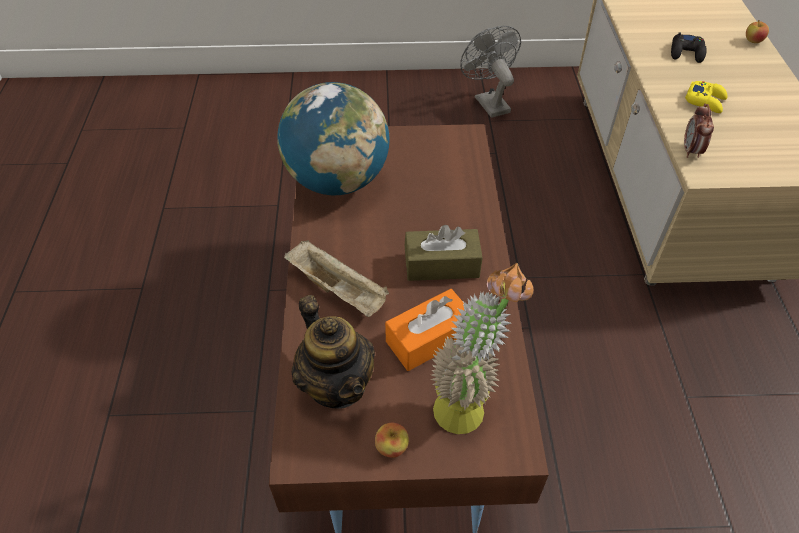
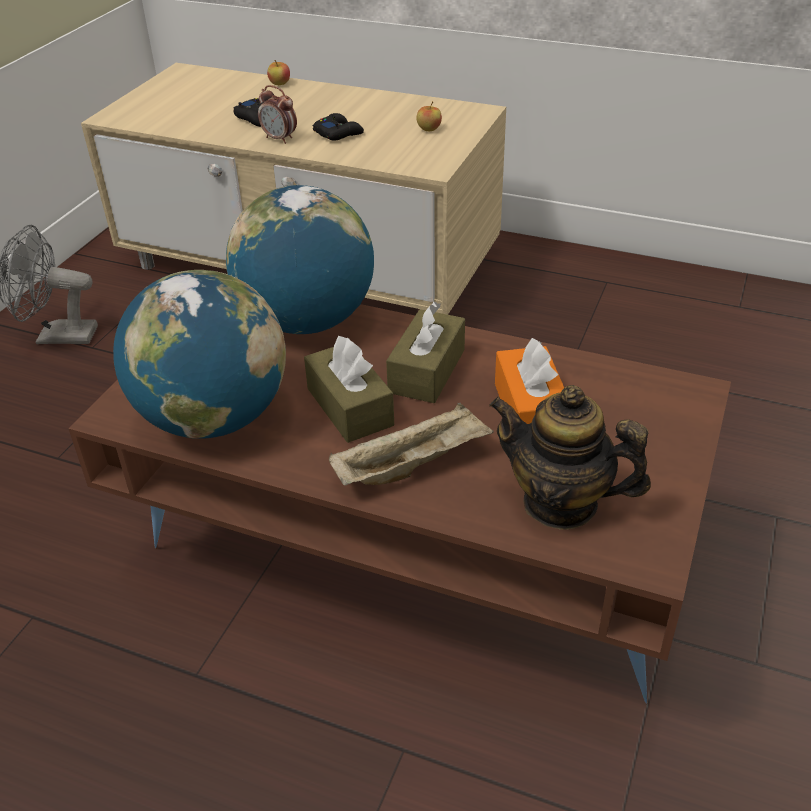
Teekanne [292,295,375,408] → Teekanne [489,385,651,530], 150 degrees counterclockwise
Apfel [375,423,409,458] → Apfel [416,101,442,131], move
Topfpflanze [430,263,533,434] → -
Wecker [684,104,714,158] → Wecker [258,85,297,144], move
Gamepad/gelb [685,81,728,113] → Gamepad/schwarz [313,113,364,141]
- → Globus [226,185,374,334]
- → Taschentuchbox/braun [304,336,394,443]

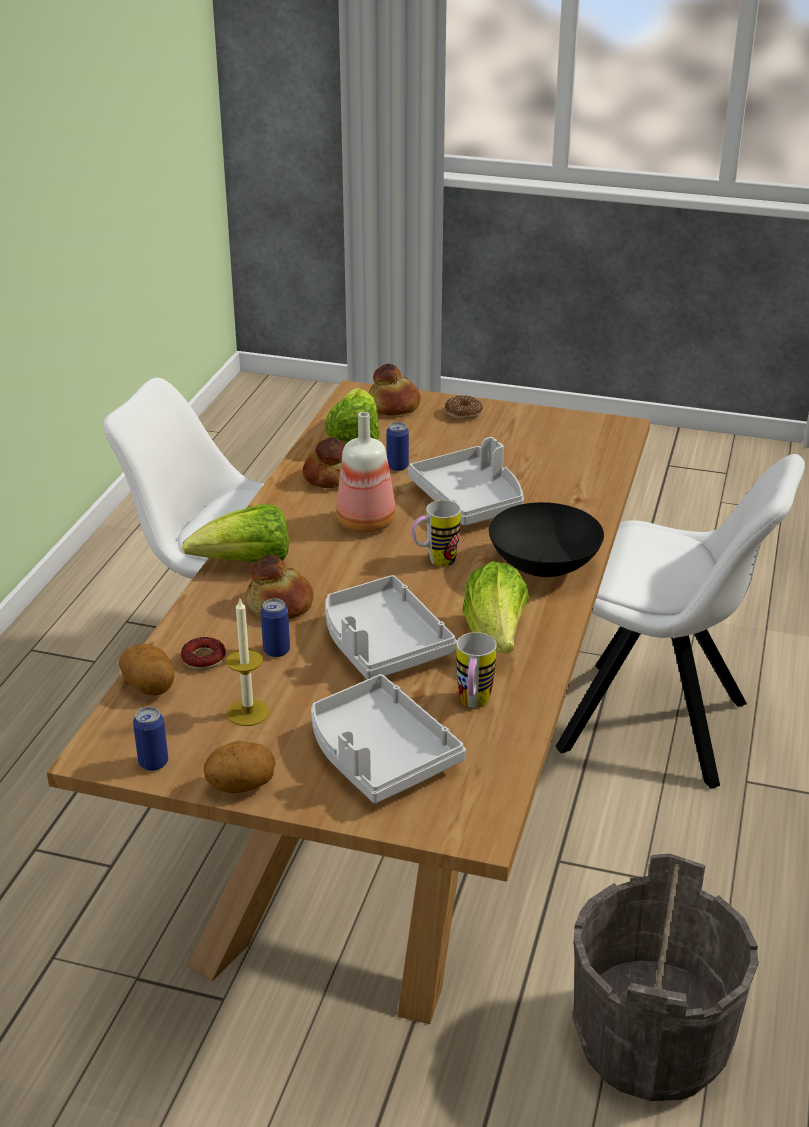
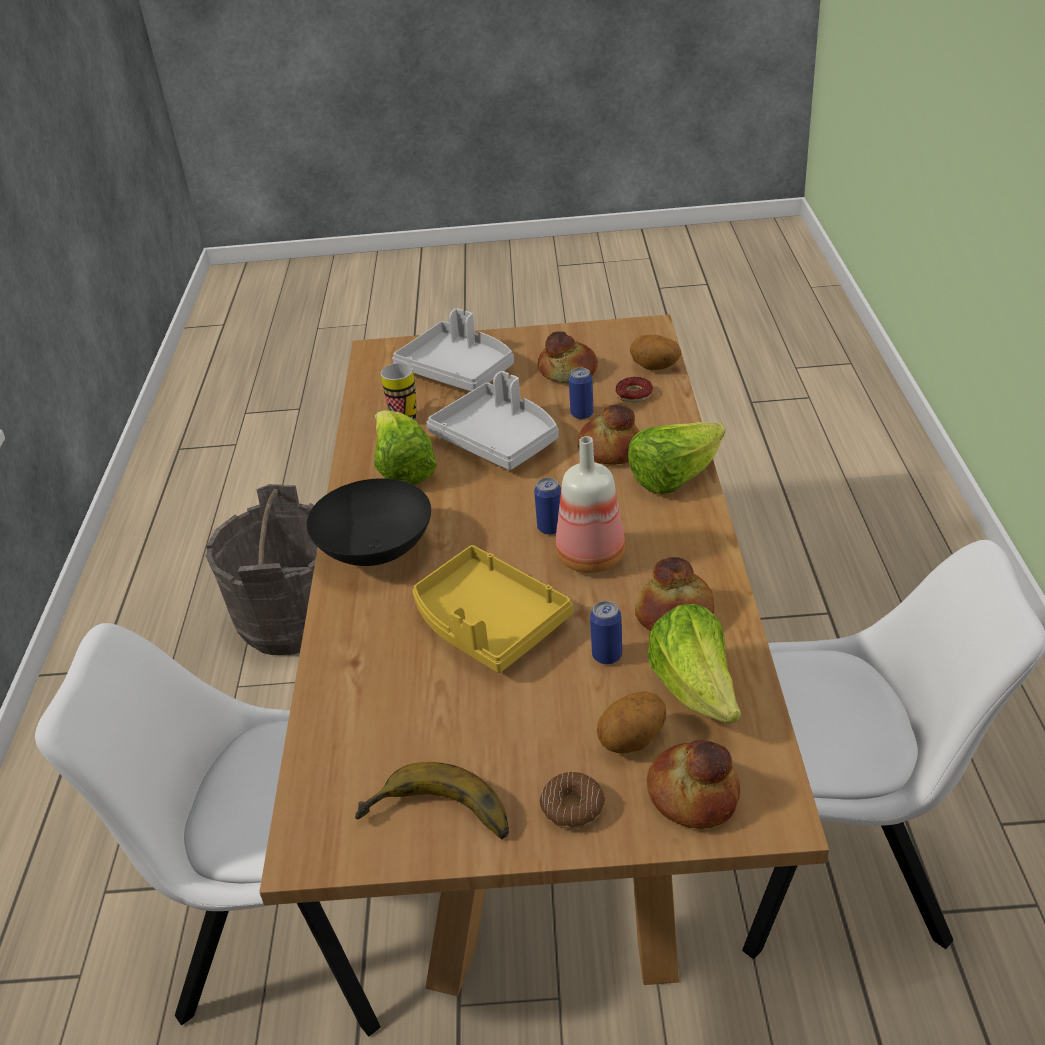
Dose [133,707,168,771] → Dose [534,477,561,535], move
Kartoffel [204,741,276,794] → Kartoffel [597,691,666,753], move
Kerze [226,599,270,726] → Brot [538,331,598,383]
Tablett/grau [408,437,524,526] → Tablett/gelb [412,545,573,673]
Henkelbecher [412,500,461,566] → -
- → Banane [355,762,509,839]

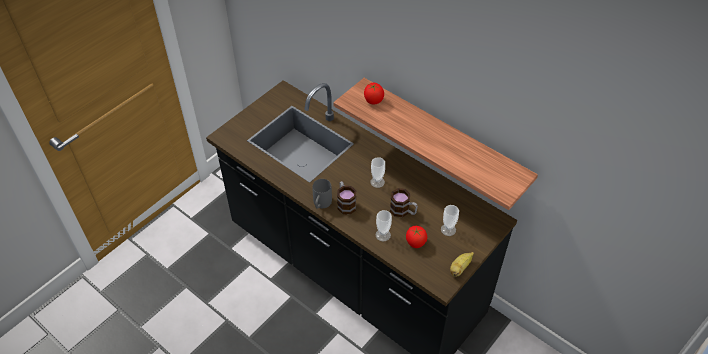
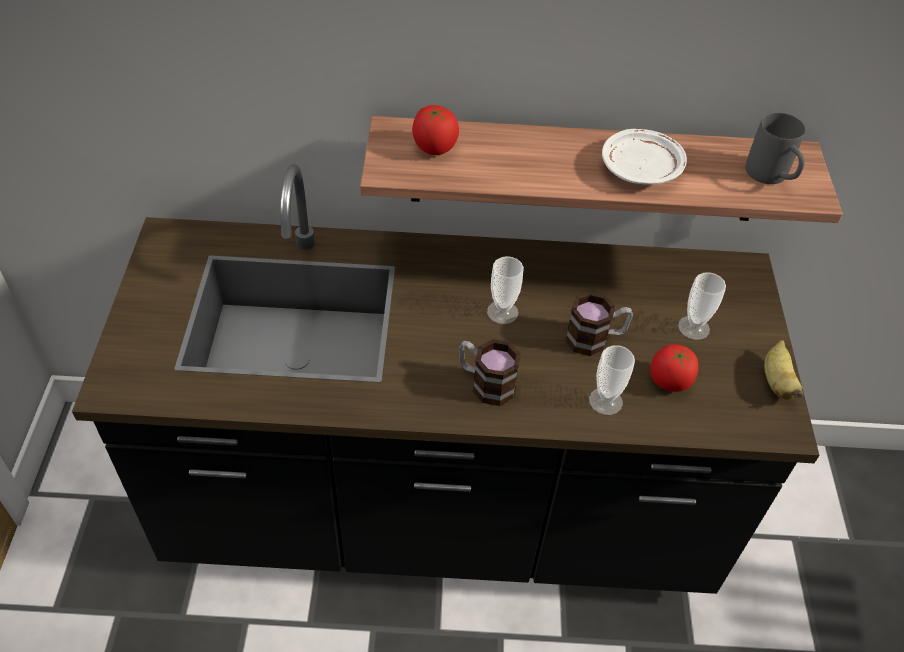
Henkelbecher/grau [312,179,332,209] → Henkelbecher/grau [745,113,805,184], move
- → Teller/weiß [602,129,687,185]

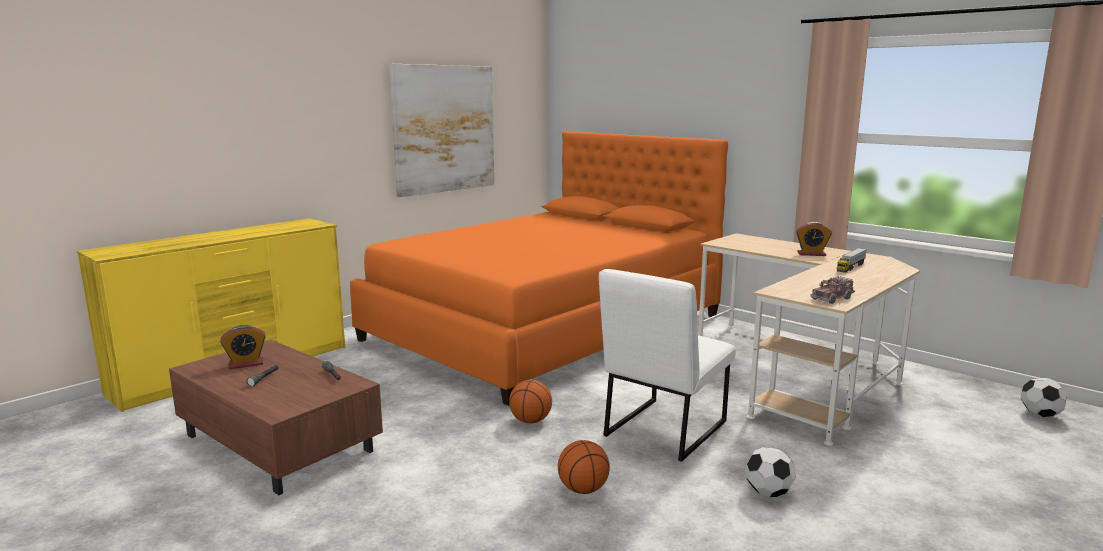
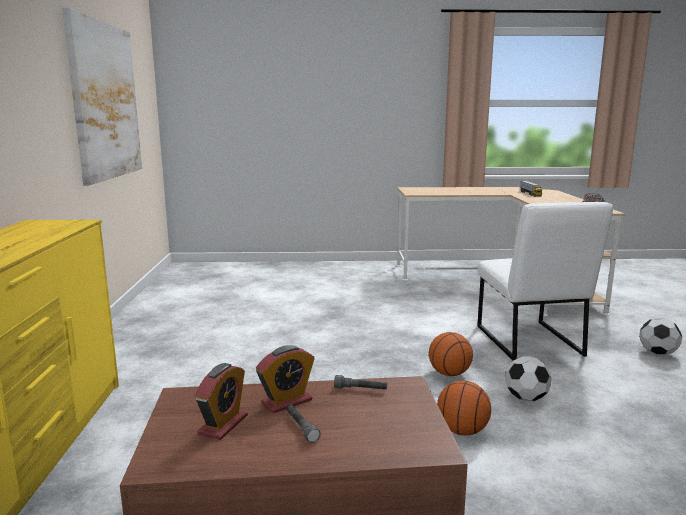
Bett/orange [350,131,728,406] → -
Basketball [558,440,610,494] → Basketball [437,380,491,436], move
Wecker [796,222,832,256] → Wecker [256,345,314,413], move
Fußball [1021,378,1067,417] → Fußball [505,356,552,401], move

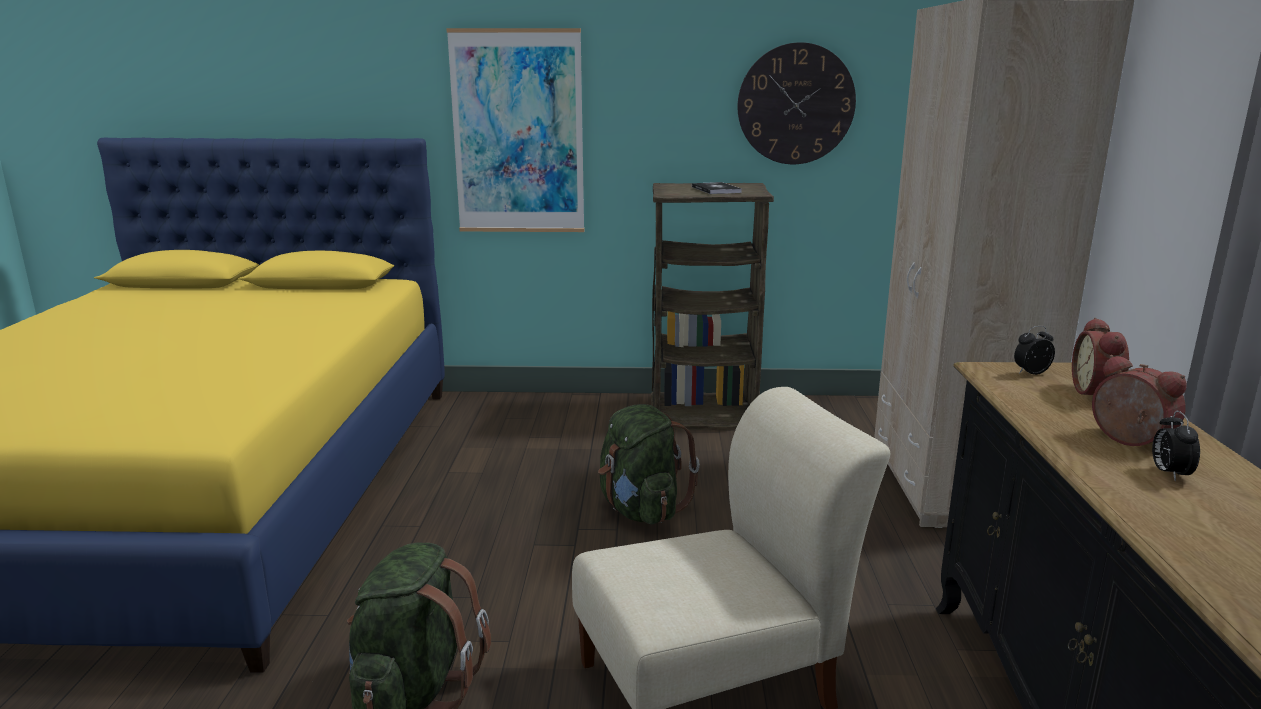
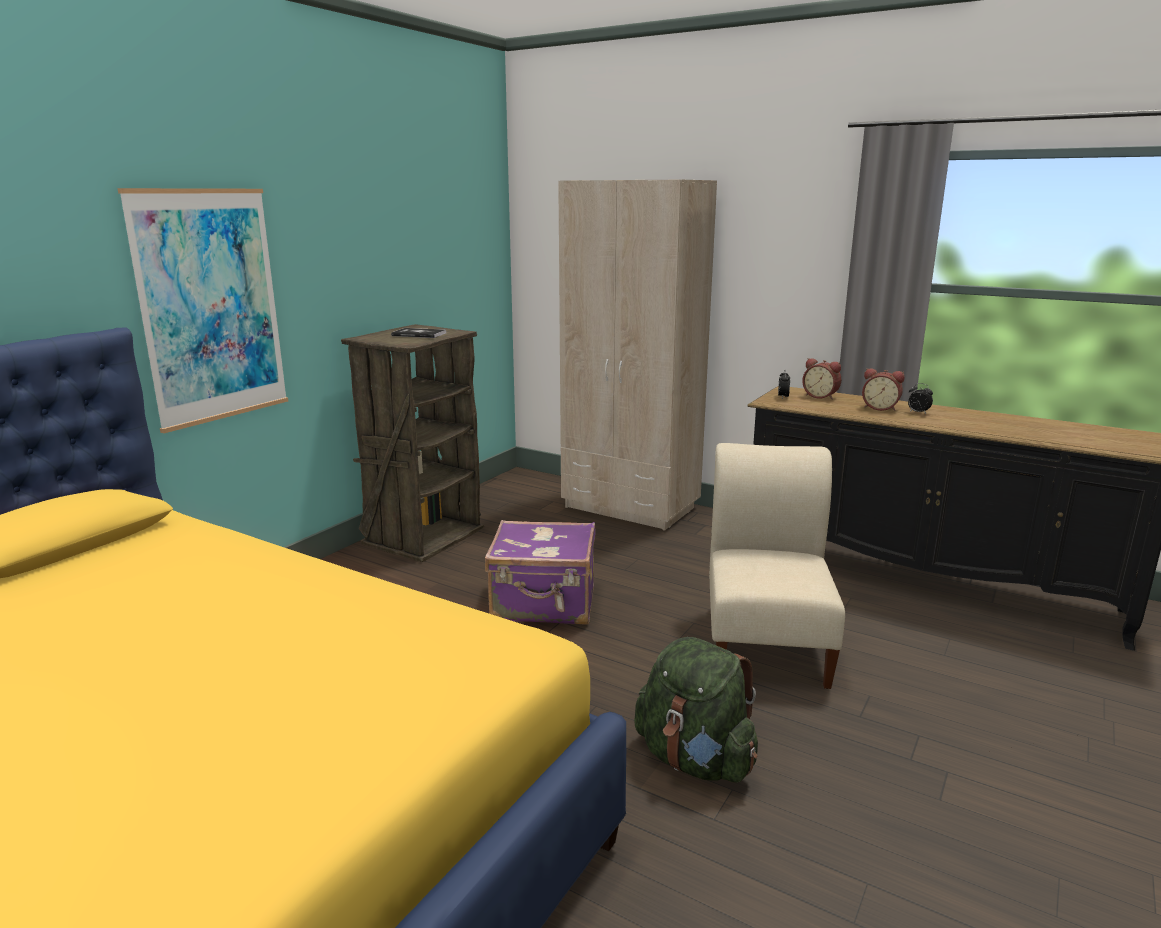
Rucksack/grün [598,404,700,525] → Koffer/lila [485,520,596,625]
Wanduhr [737,42,856,164] → -
Wecker [1092,355,1187,446] → Wecker [862,368,905,411], 150 degrees counterclockwise

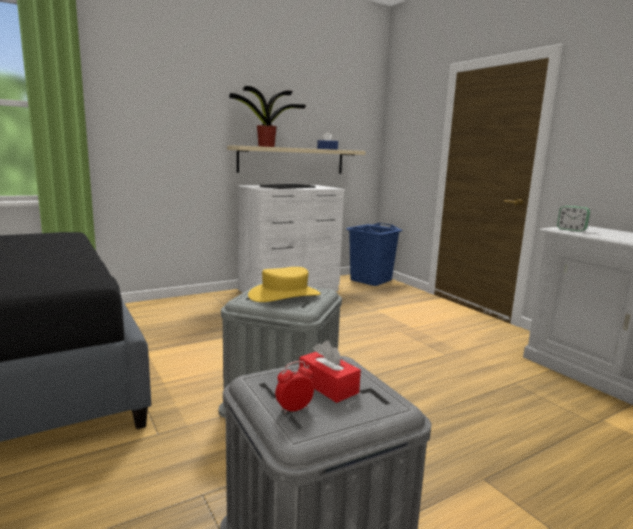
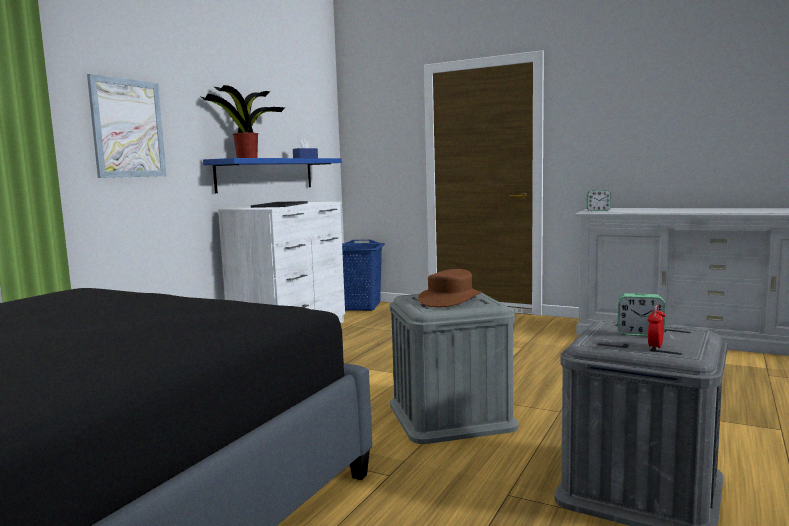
Wandregal/beige [227,145,366,174] → Wandregal/blau [203,158,342,193]
Hut/gelb [248,267,321,302] → Hut/braun [418,269,482,307]
Taschentuchbox/rot [299,340,361,403] → Wecker [618,293,665,336]
- → Bild [87,74,166,178]

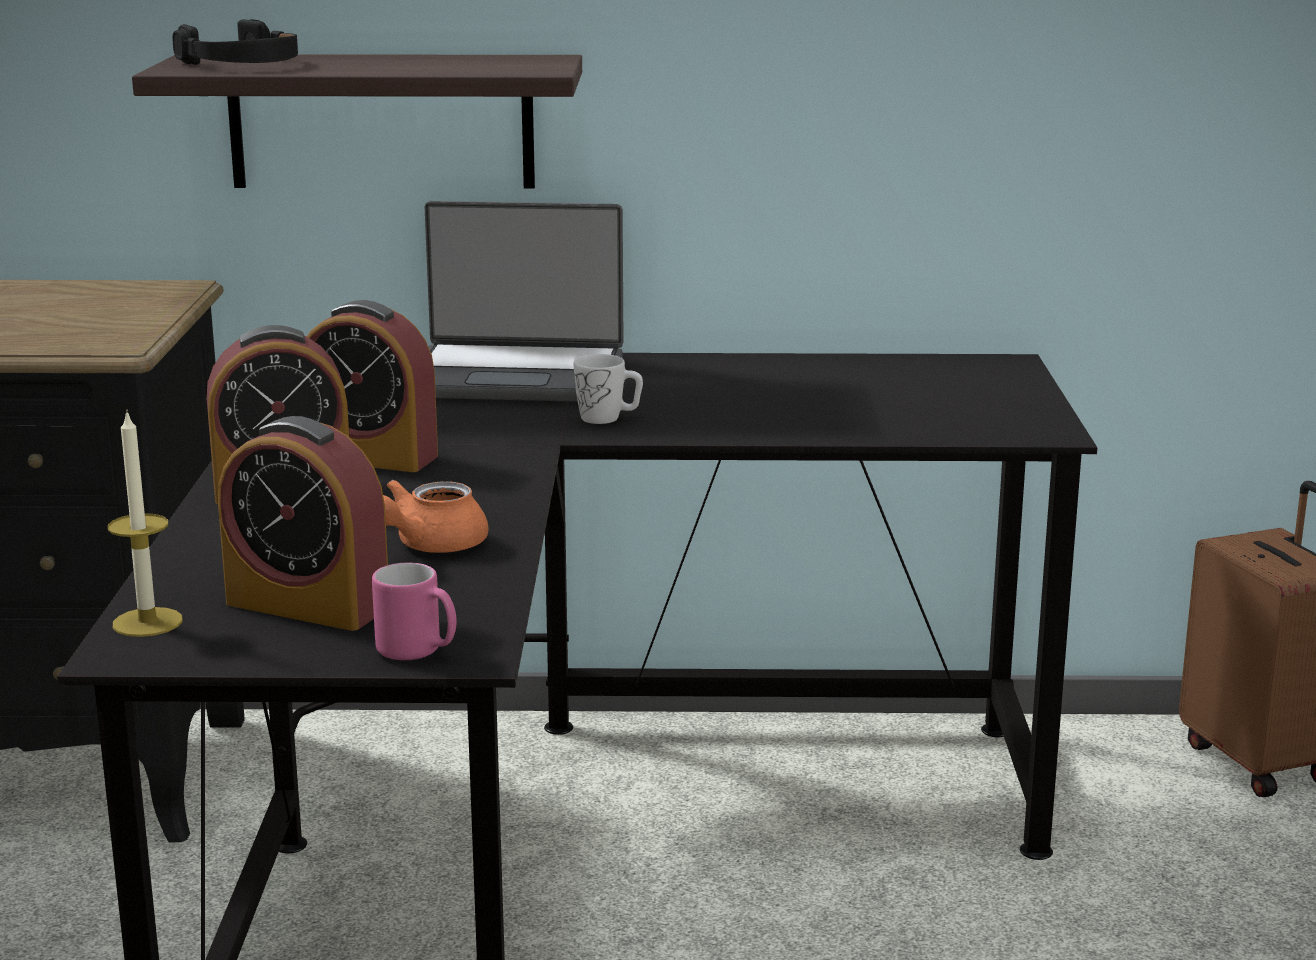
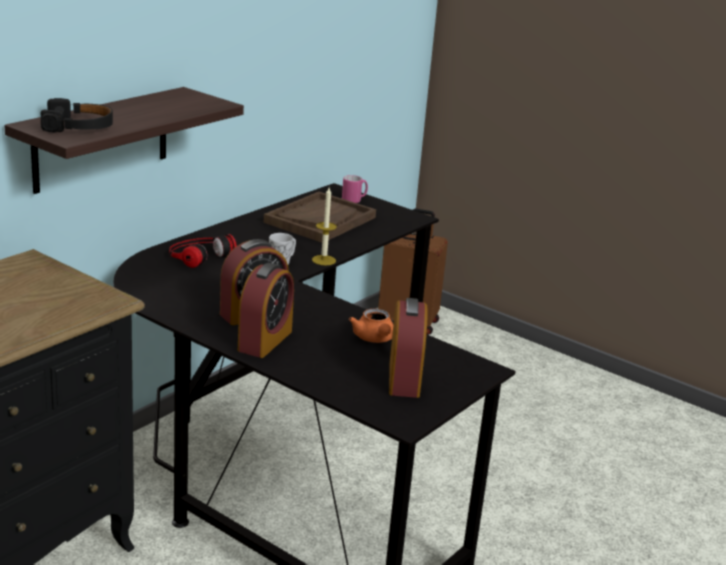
Kerze [108,410,183,637] → Kerze [312,188,337,265], move
Wecker [218,416,388,631] → Wecker [389,298,428,398], 60 degrees counterclockwise
Henkelbecher/rosa [372,563,456,660] → Henkelbecher/rosa [342,175,368,203], move
Laptop [425,201,624,402] → Kopfhörer [169,234,237,268]
- → Tablett/braun [263,192,376,243]

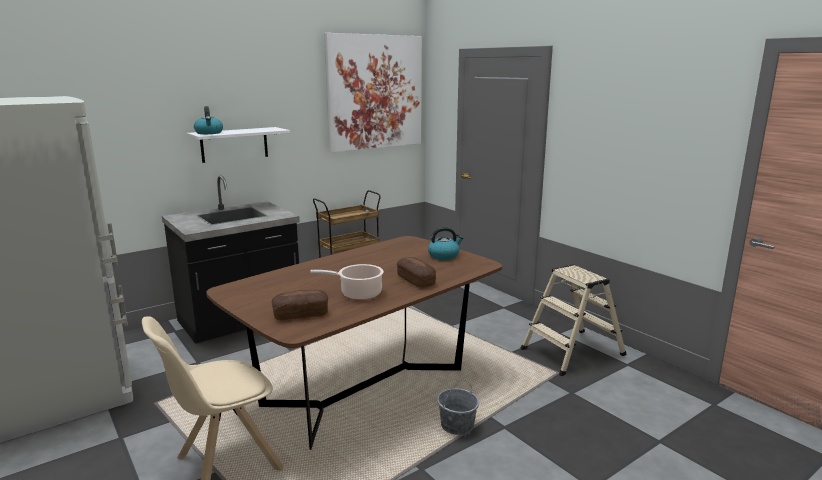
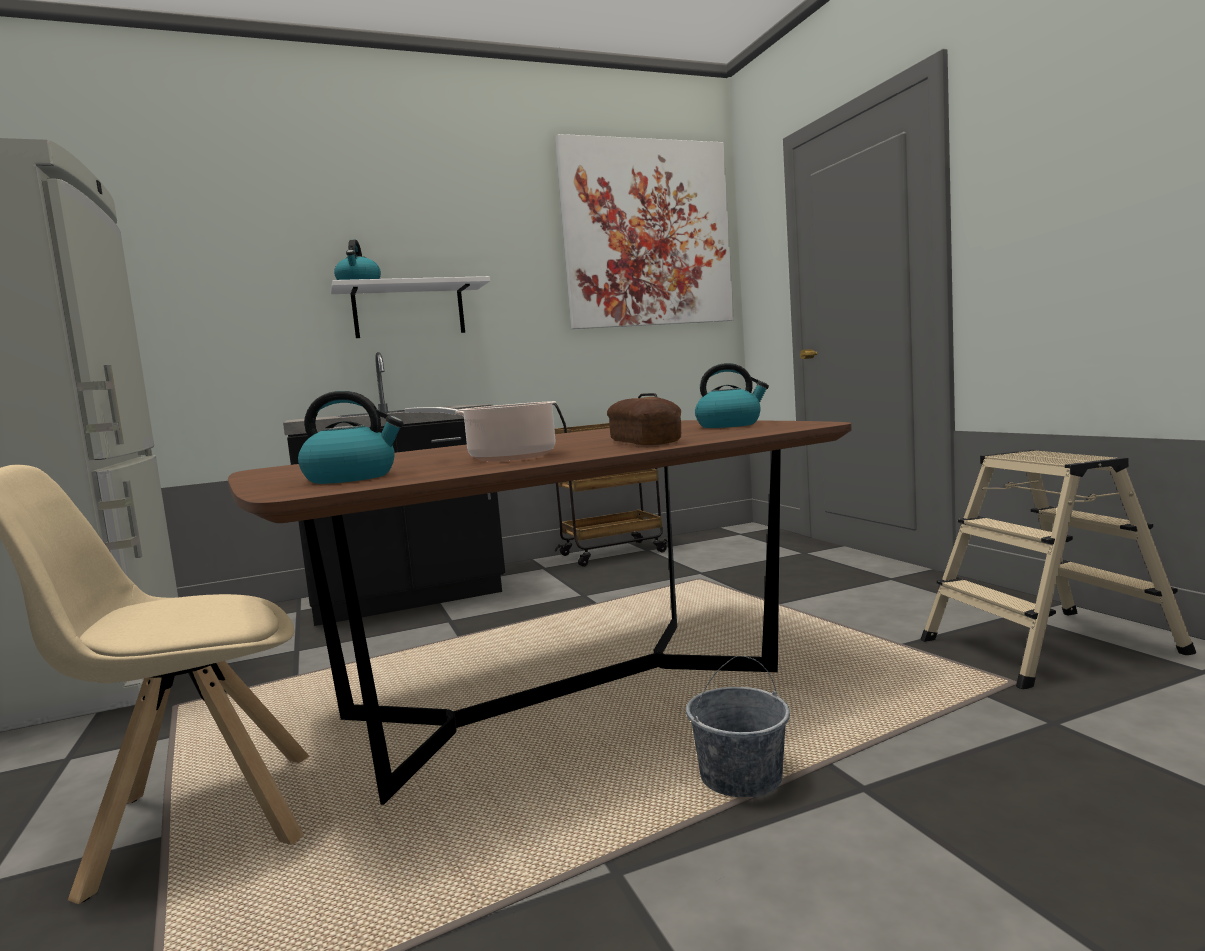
Brot [272,290,328,320] → Wasserkessel [298,391,403,484]

